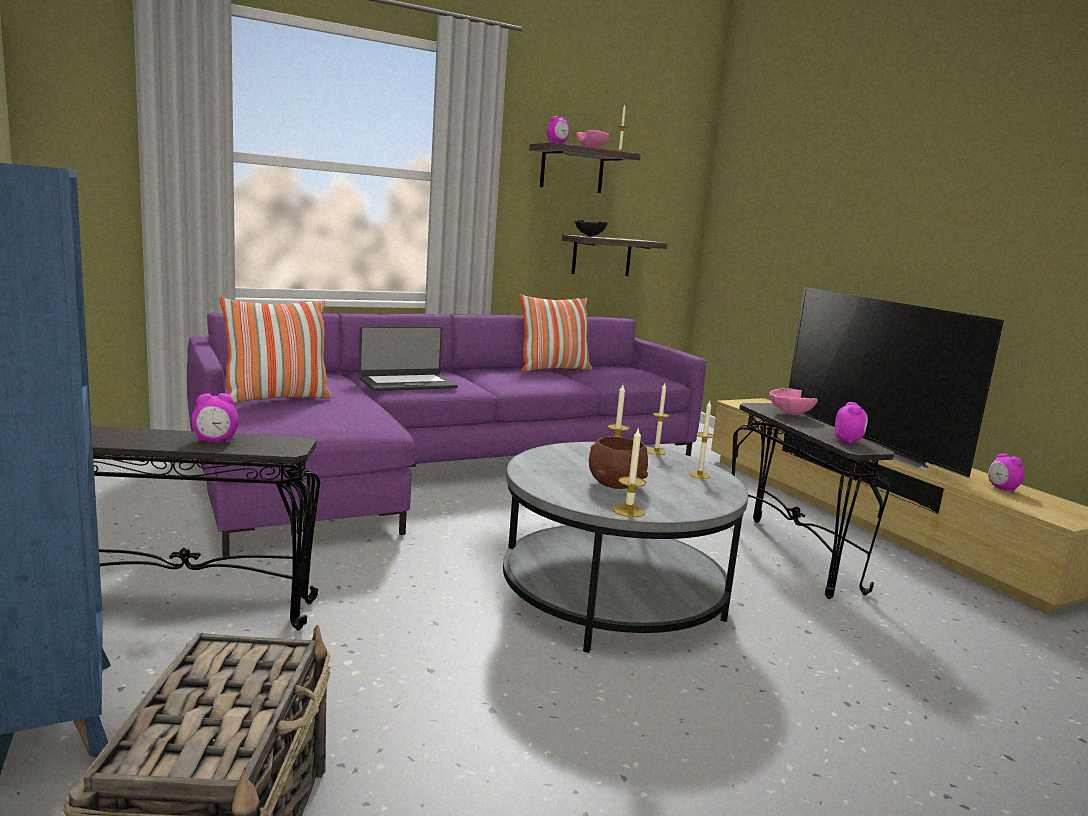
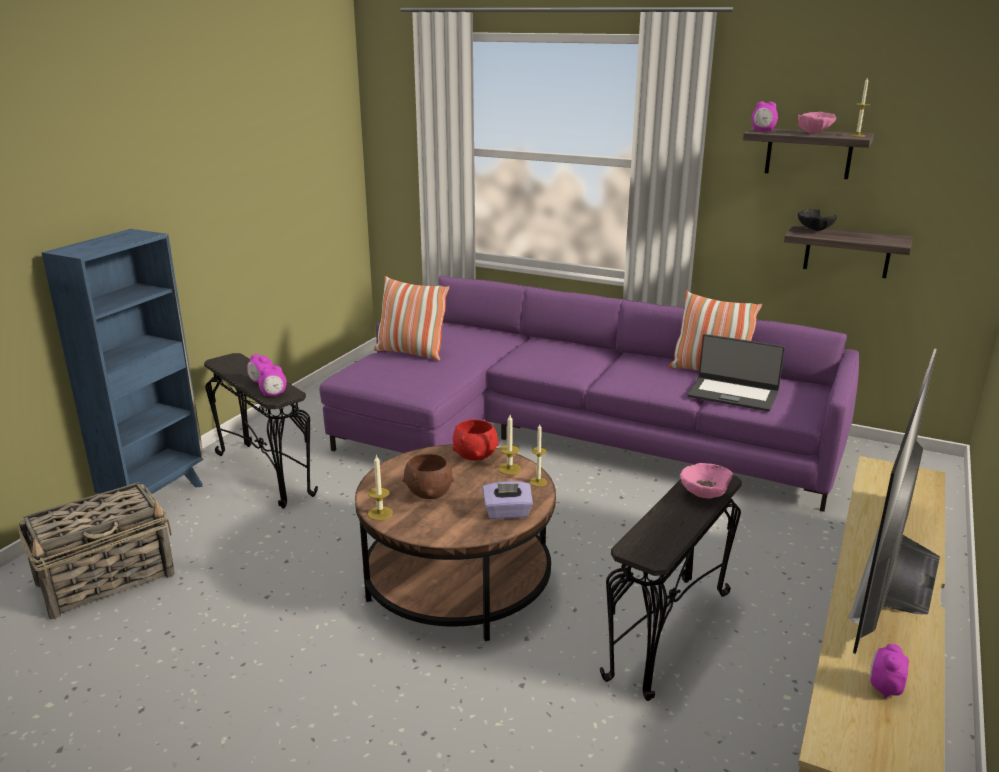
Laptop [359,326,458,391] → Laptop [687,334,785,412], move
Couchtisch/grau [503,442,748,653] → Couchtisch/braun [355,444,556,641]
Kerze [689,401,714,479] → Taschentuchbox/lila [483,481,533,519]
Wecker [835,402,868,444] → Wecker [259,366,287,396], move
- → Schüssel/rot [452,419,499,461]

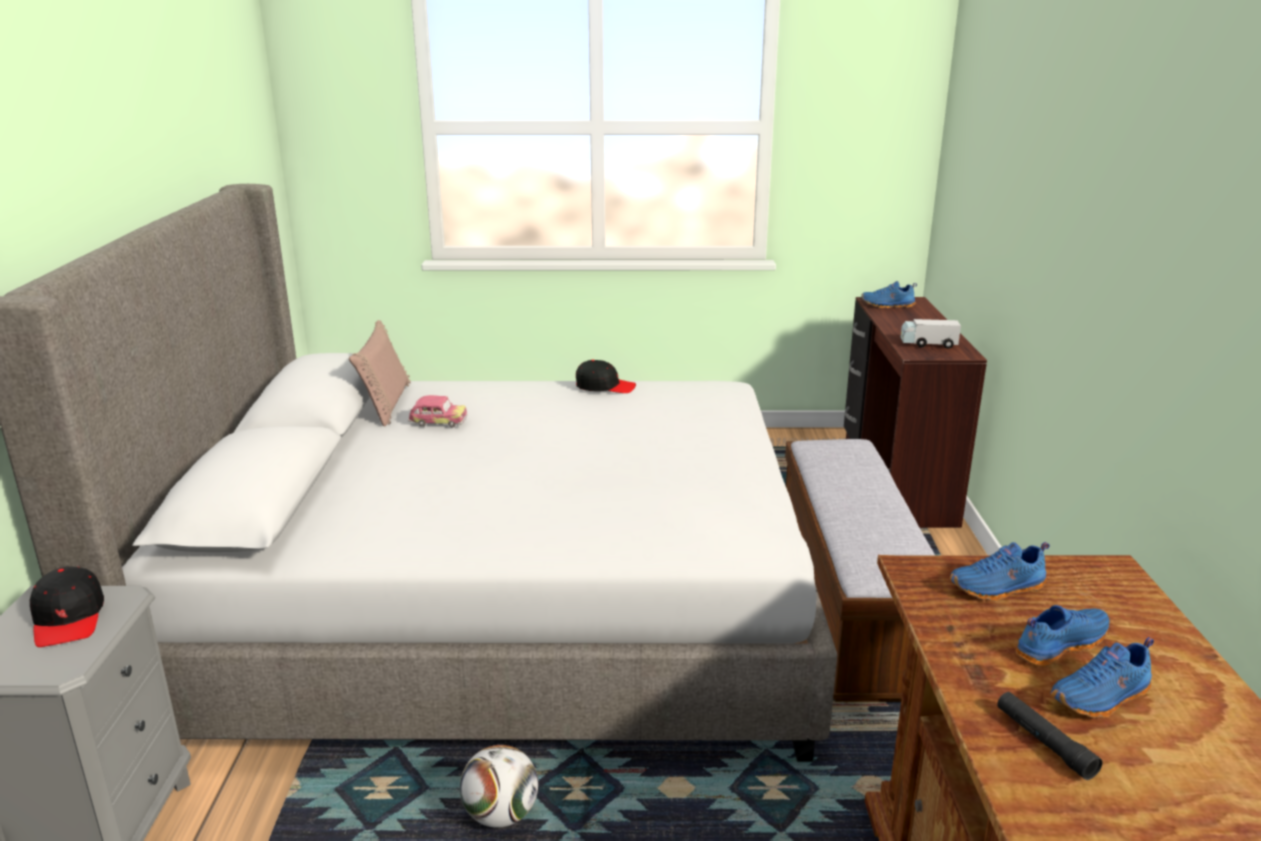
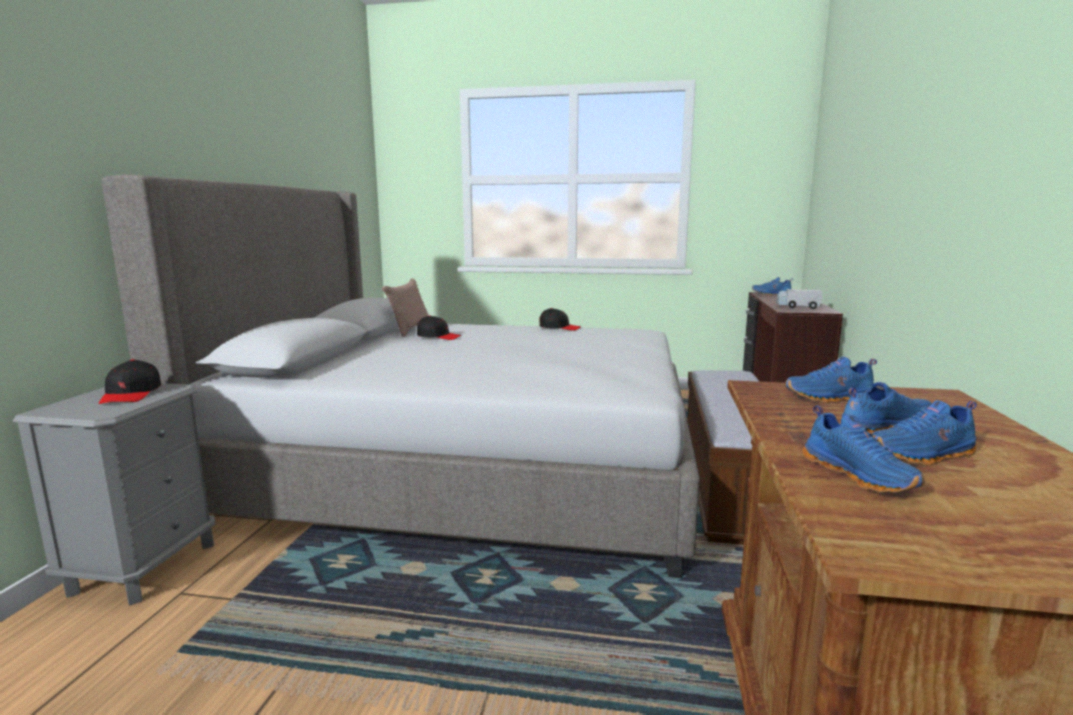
Spielzeugauto [408,395,467,428] → Kappe/schwarz [417,315,462,340]
Fußball [460,745,538,828] → -
Taschenlampe/schwarz [997,692,1103,780] → Schuh/blau [802,406,925,493]

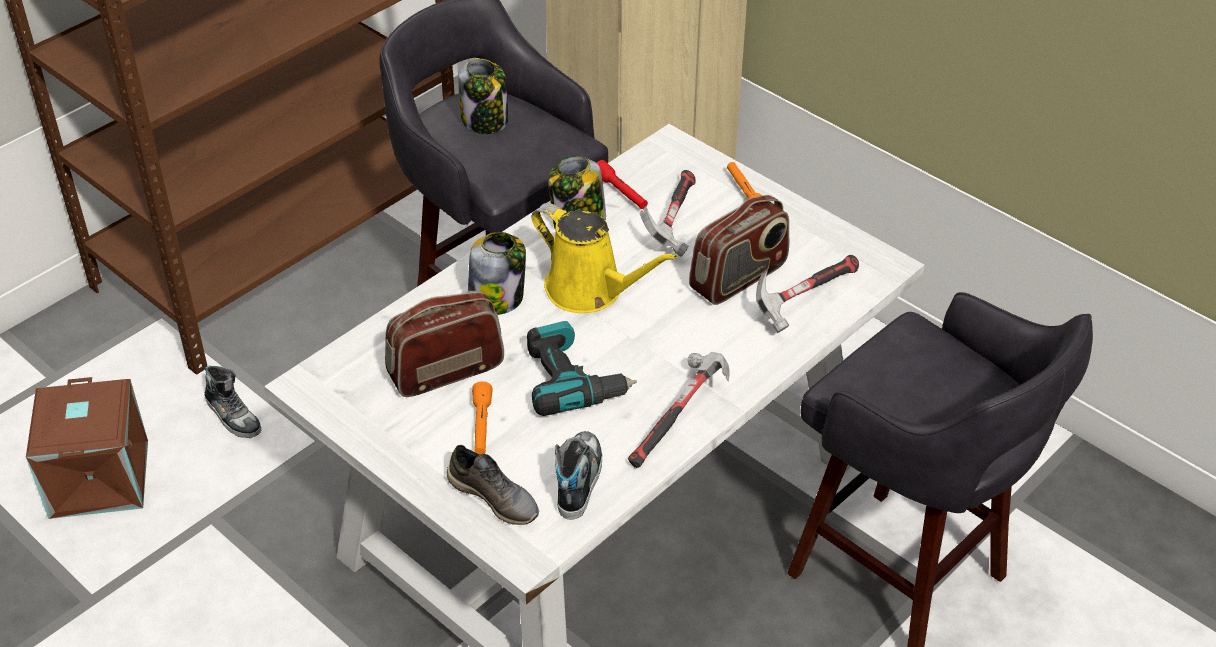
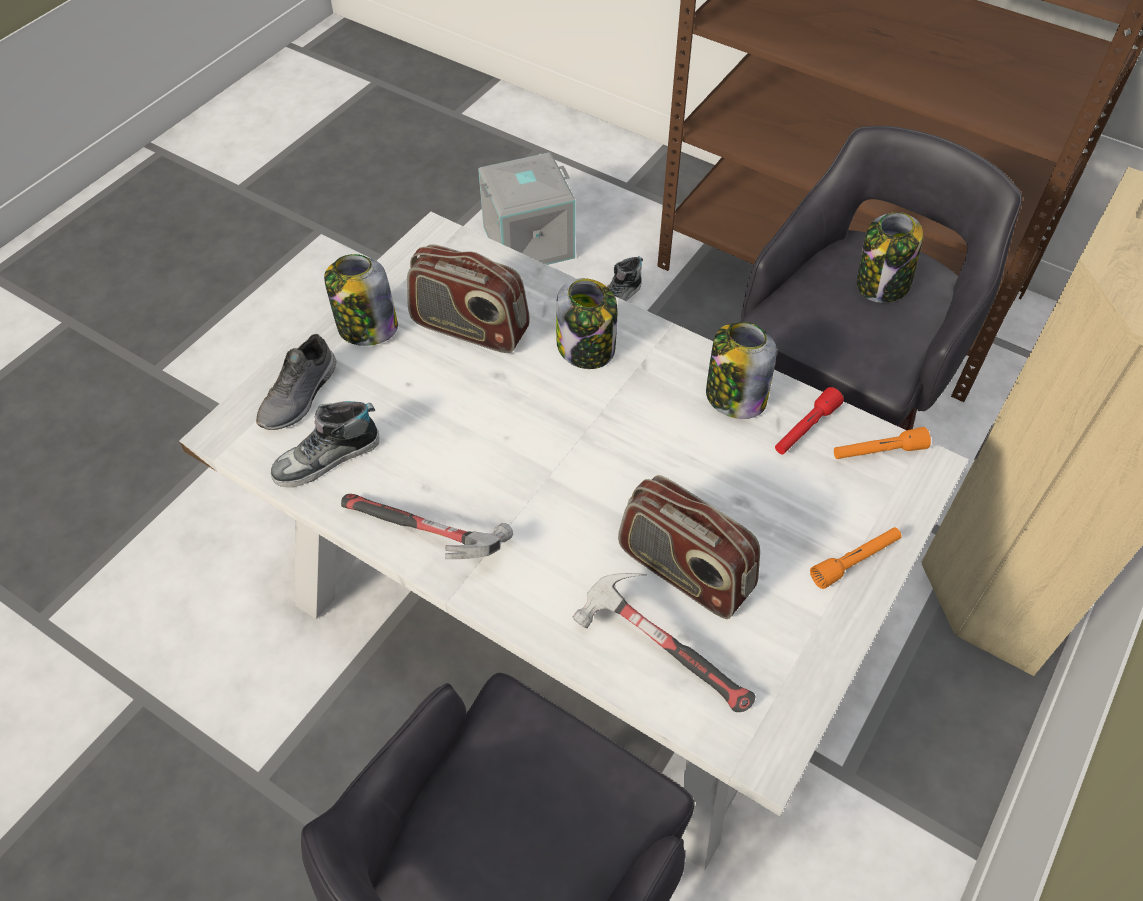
Aufbewahrungsbox/braun [26,377,148,519] → Aufbewahrungsbox/grau [478,152,576,265]
Radio [385,291,504,397] → Radio [407,244,530,353], 150 degrees clockwise
Taschenlampe/orange [472,381,493,454] → Taschenlampe/orange [834,427,931,459], move
Bohrmaschine [527,321,637,416] → -
Gießkanne/gelb [532,203,678,313] → -
Schuh [555,431,602,520] → Schuh [271,401,380,488], 150 degrees clockwise
Hammer [640,170,696,257] → -
- → Vorratsglas [324,254,398,346]

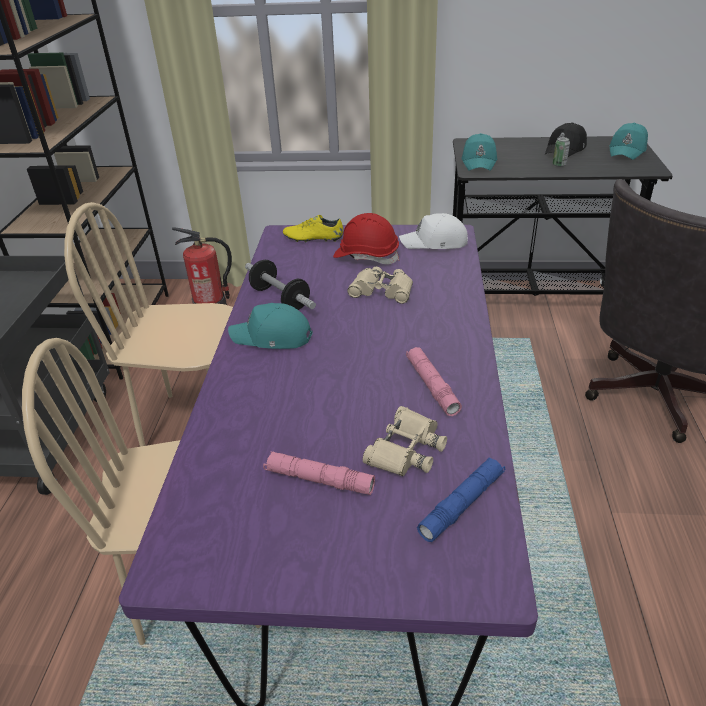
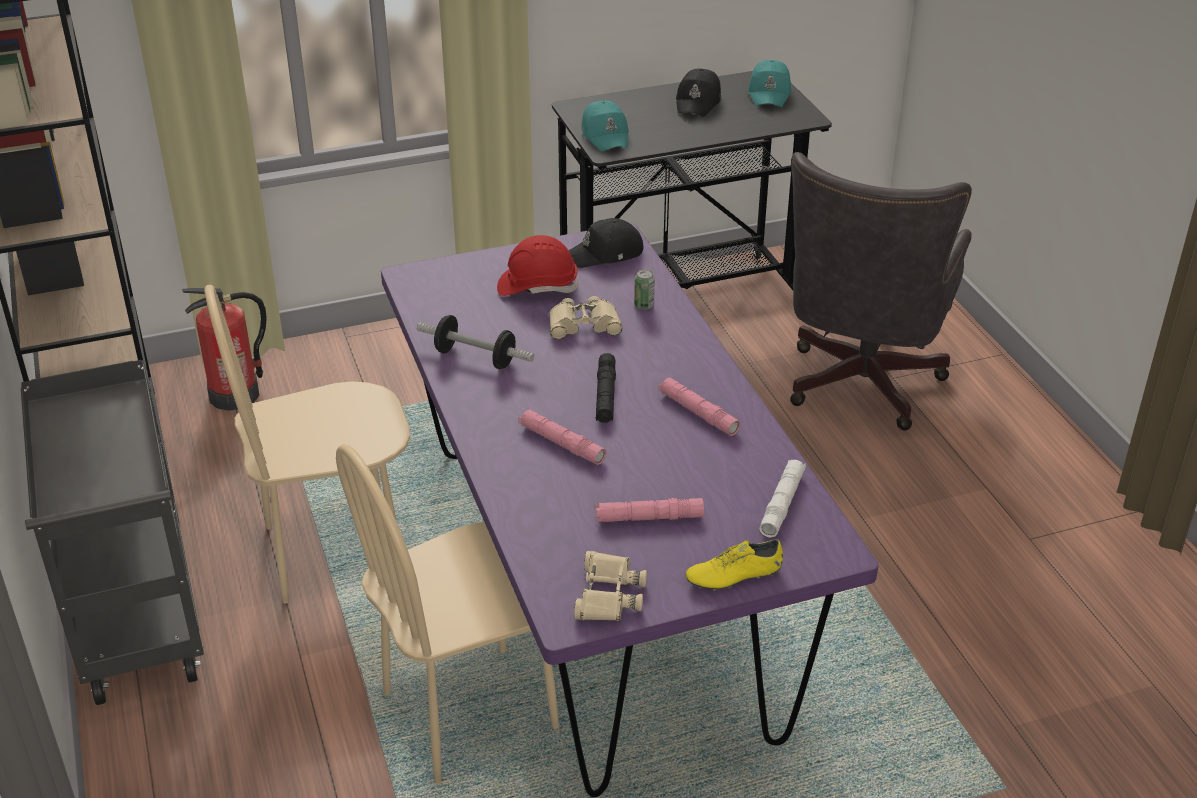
Kappe/türkis [228,303,313,349] → -
Schuh/gelb [283,215,343,242] → Schuh/gelb [686,539,783,591], move
Fernglas/beige [363,406,447,476] → Fernglas/beige [574,551,647,621], move
Kappe/weiß [399,213,468,249] → Kappe/schwarz [569,218,643,268]
Taschenlampe/blau [417,457,505,542] → Taschenlampe/weiß [759,460,806,538]
Dose [553,137,570,167] → Dose [634,269,655,310], move
- → Taschenlampe/rosa [518,410,606,465]
- → Taschenlampe/schwarz [596,353,616,423]

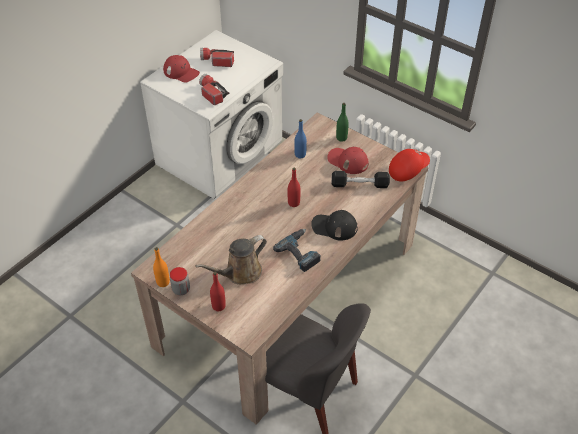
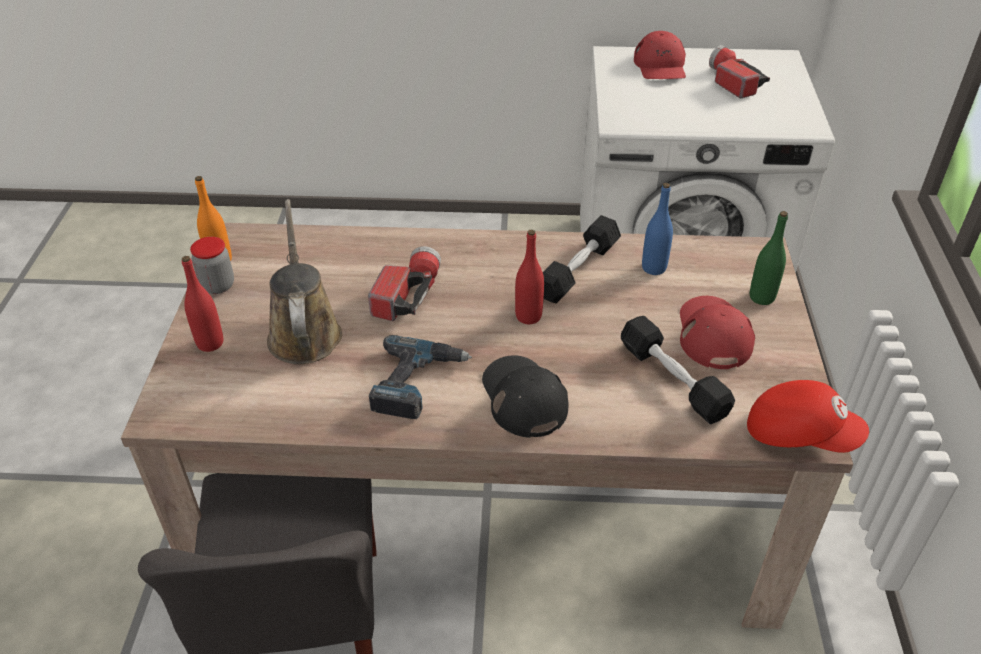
Gießkanne/braun [195,235,267,285] → Gießkanne/braun [267,199,342,364], 60 degrees clockwise
Taschenlampe [199,74,229,105] → Taschenlampe [368,246,441,321], move
- → Hantel/schwarz [543,215,621,303]

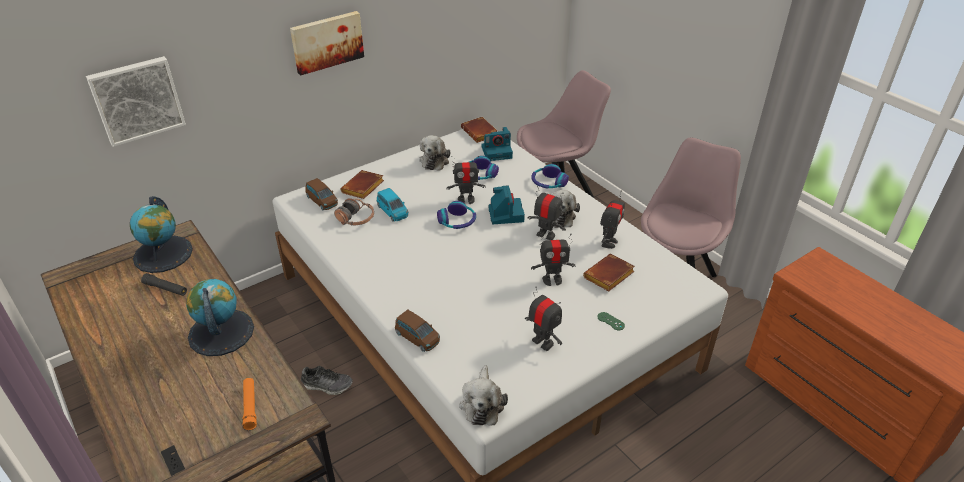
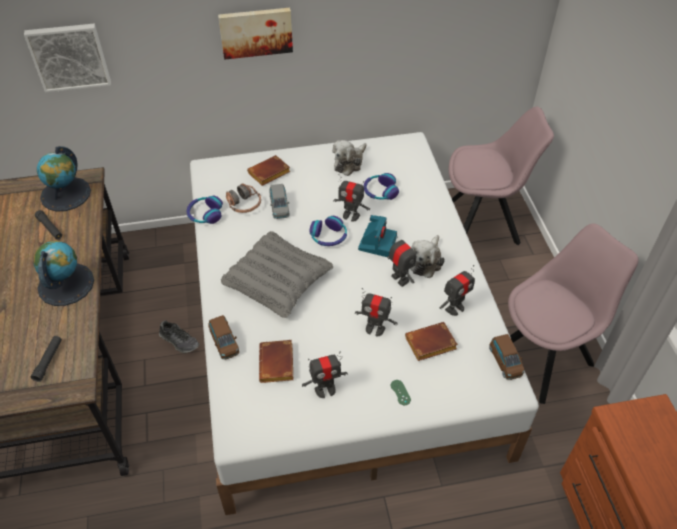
Taschenlampe/orange [243,378,257,430] → Taschenlampe/schwarz [31,336,62,382]
Spielzeugauto/braun [305,178,338,210] → Spielzeugauto/braun [489,334,525,380], move
Spielzeugauto/blau [377,188,408,221] → Spielzeugauto/grau [269,184,289,219]
Plüschtier [459,365,508,426] → -
Buch/braun [461,117,497,143] → Buch/braun [259,340,293,383], move
Kamera [481,127,513,161] → -
Spielzeugroboter [525,286,562,351] → Spielzeugroboter [302,352,348,398], 90 degrees clockwise
Kopfhörer [532,164,569,189] → Kopfhörer [187,196,223,224], move
- → Kissen/grau [221,231,333,318]

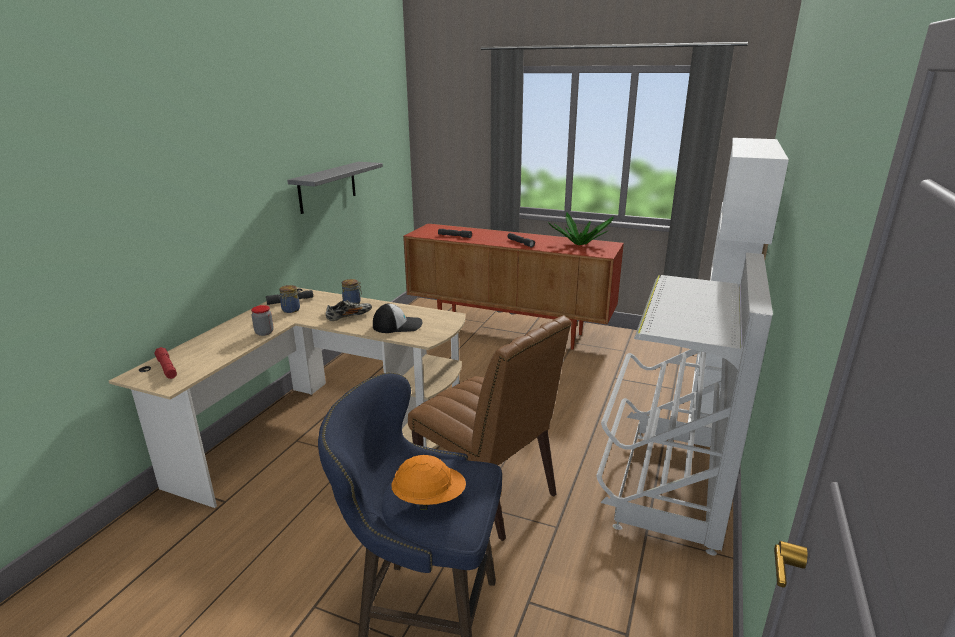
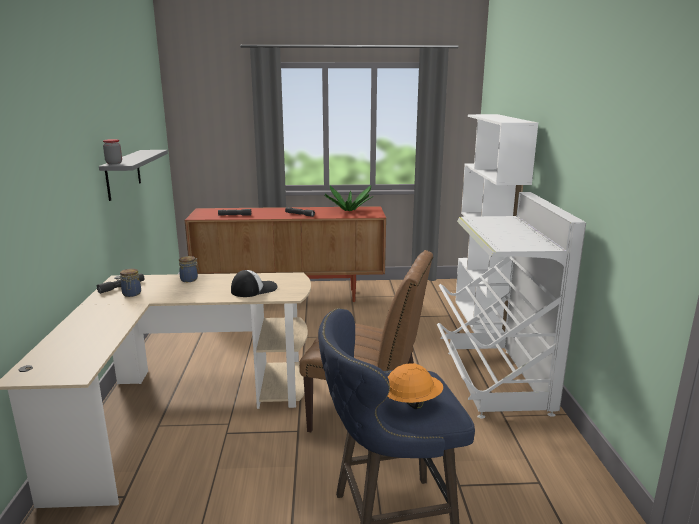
Taschenlampe/rot [154,347,177,379] → -
Vorratsglas [251,305,274,336] → Vorratsglas [103,139,122,164], move
Schuh [326,300,372,321] → -

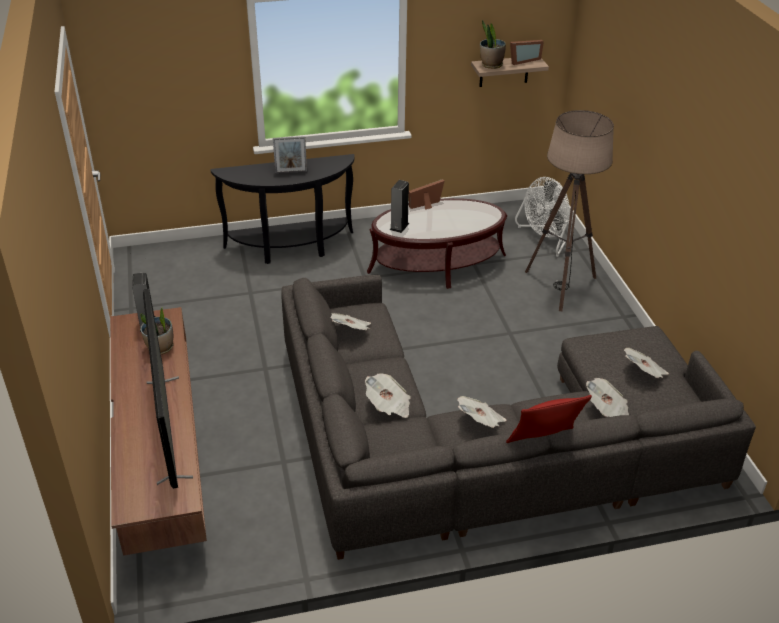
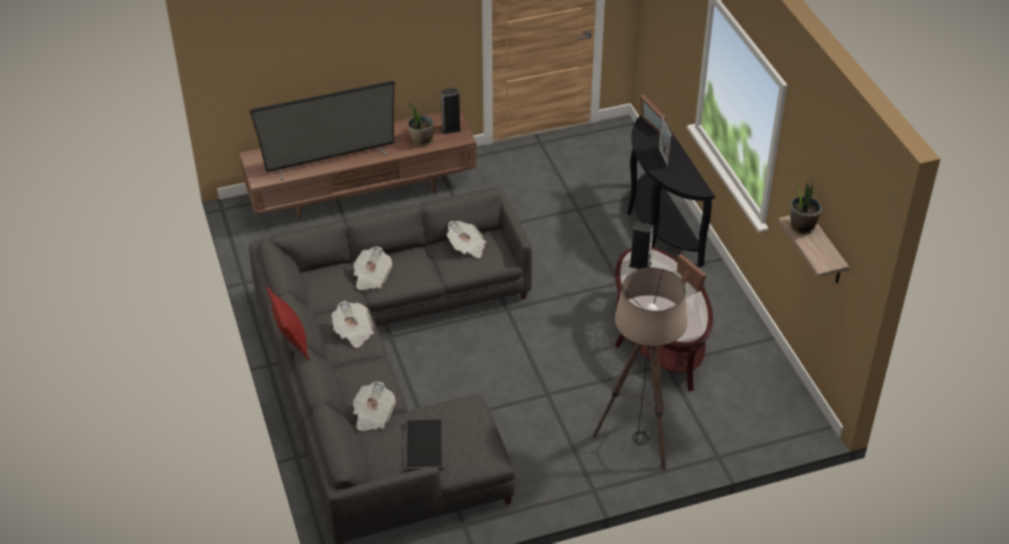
Bilderrahmen [510,40,544,65] → Bilderrahmen [640,94,666,133], move
Ventilator/weiß [515,177,570,257] → -
Zeitung [624,348,669,378] → Tablett [405,418,444,471]

